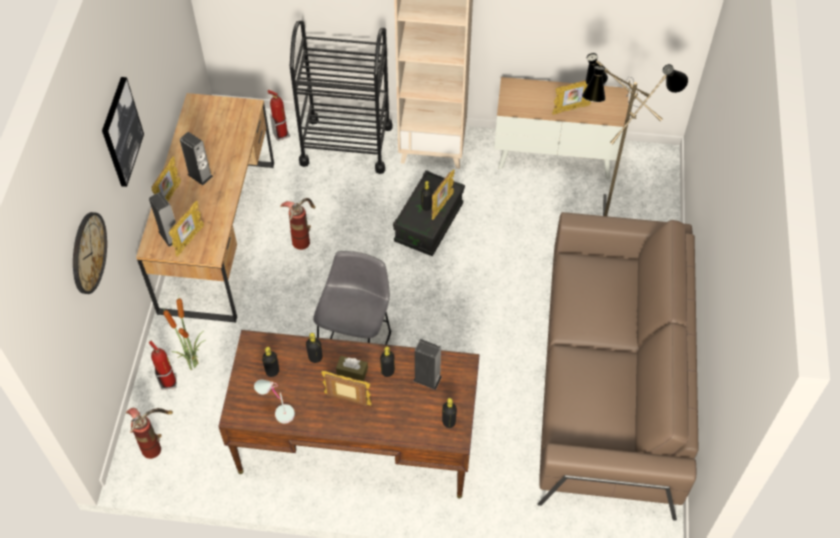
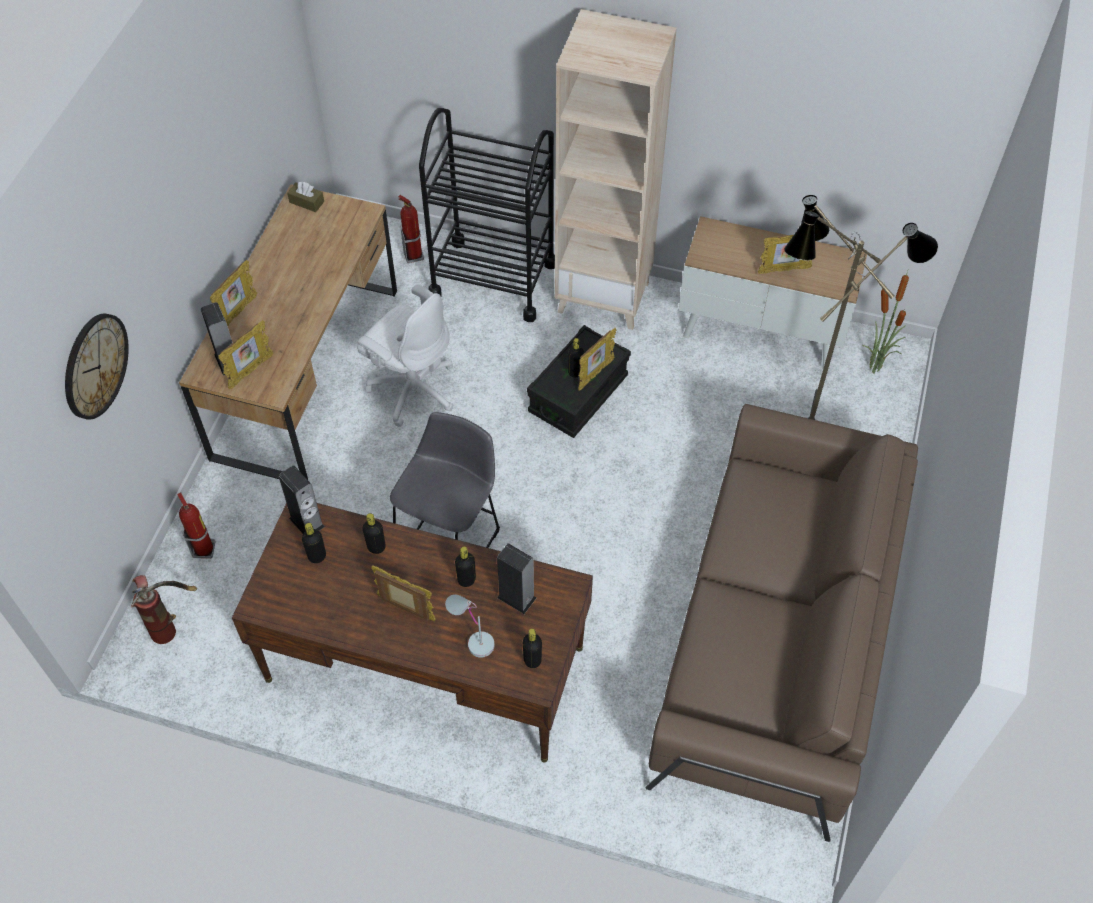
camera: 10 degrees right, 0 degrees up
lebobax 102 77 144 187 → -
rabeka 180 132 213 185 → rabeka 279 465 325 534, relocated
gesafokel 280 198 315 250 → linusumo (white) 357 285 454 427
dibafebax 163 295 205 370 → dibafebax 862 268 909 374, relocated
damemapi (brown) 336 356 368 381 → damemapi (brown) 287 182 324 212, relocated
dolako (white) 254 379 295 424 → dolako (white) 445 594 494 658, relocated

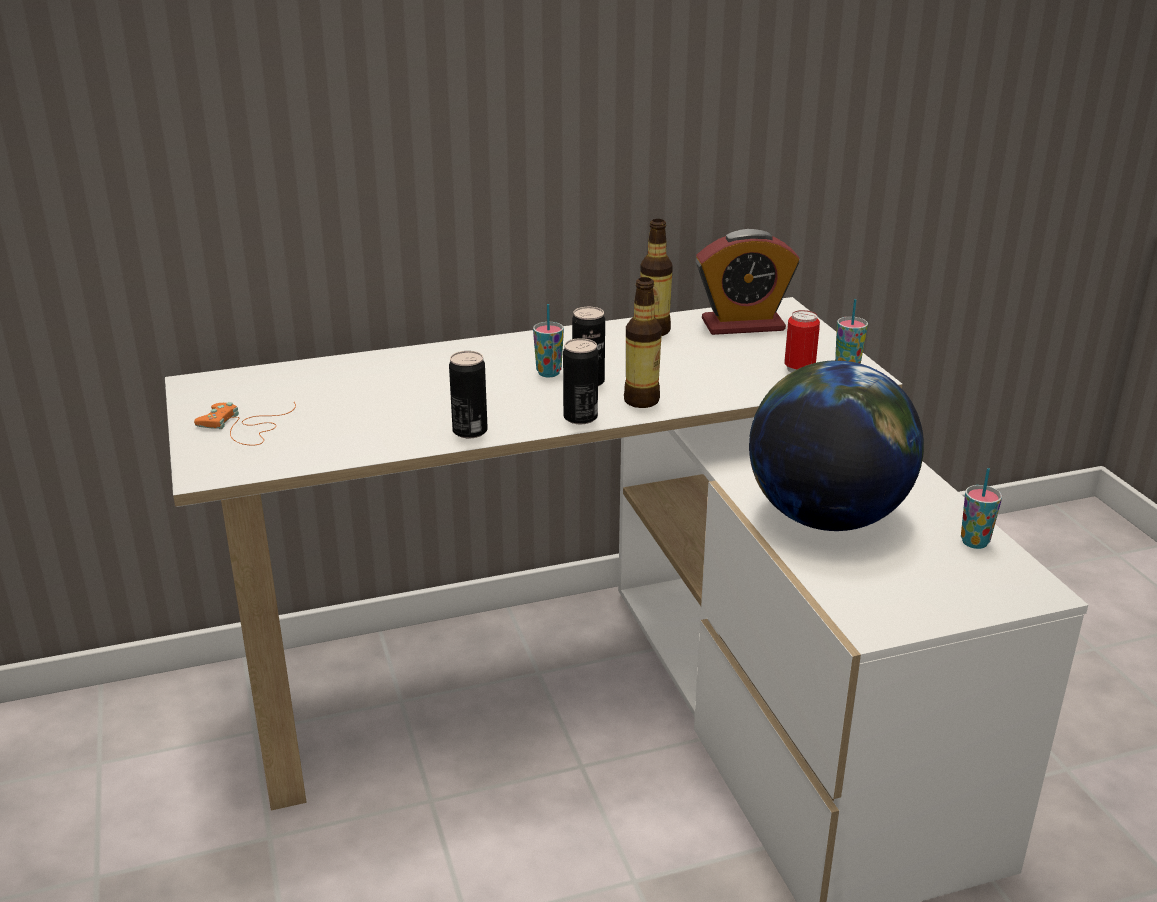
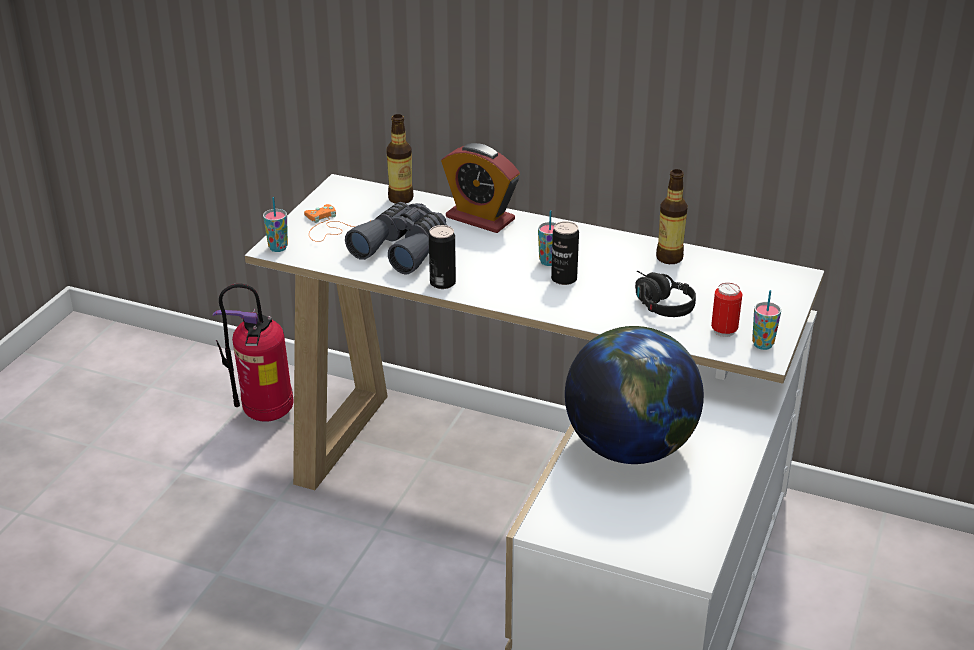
camera: 40 degrees right, 5 degrees up
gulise 696 229 800 335 → gulise 441 143 520 233, relocated
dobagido 624 277 662 408 → dobagido 386 114 414 204, relocated
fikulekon 563 338 598 424 → -
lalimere 961 468 1002 549 → lalimere 263 197 288 252, relocated
- → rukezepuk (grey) 345 202 448 274
- → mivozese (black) 635 271 696 317
- → gesafokel 212 283 294 422

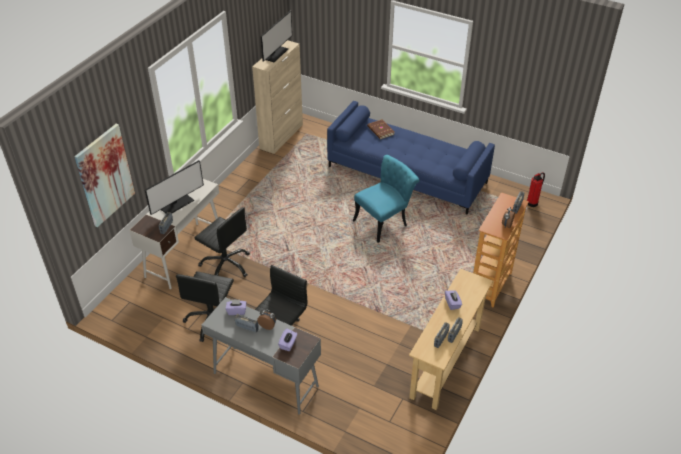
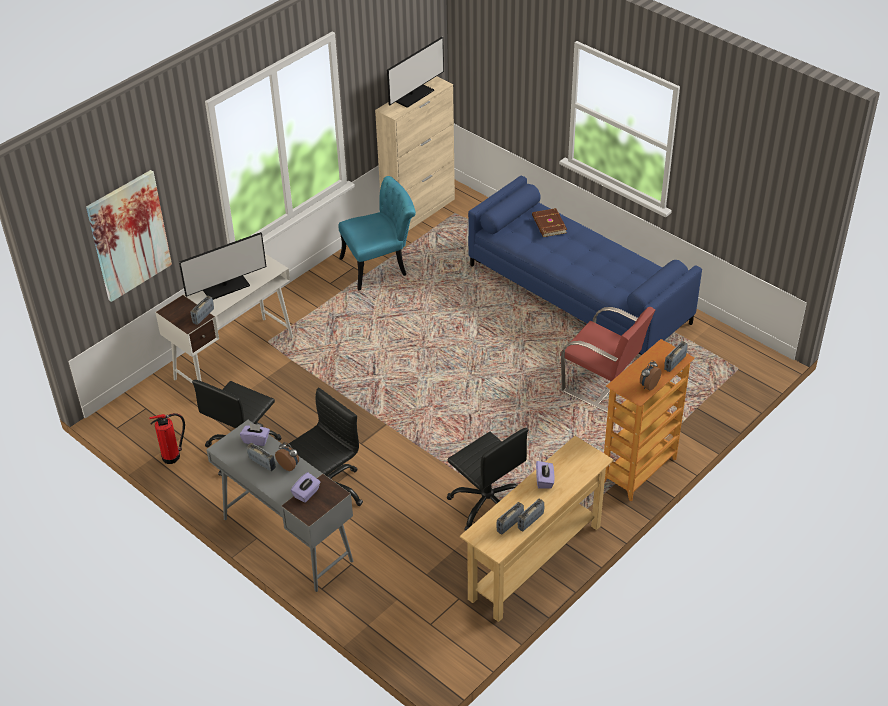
camera: 15 degrees right, 0 degrees up
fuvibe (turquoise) 353 155 420 243 → fuvibe (turquoise) 339 176 416 291, relocated
gesafokel 527 172 545 207 → gesafokel 149 413 185 464, relocated
linusumo (black) 195 207 250 277 → linusumo (black) 447 428 528 531, relocated
- → fuvibe (red) 560 307 655 413

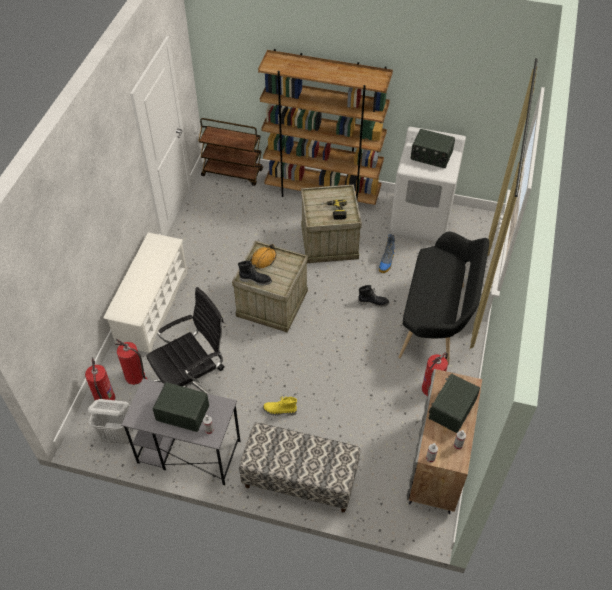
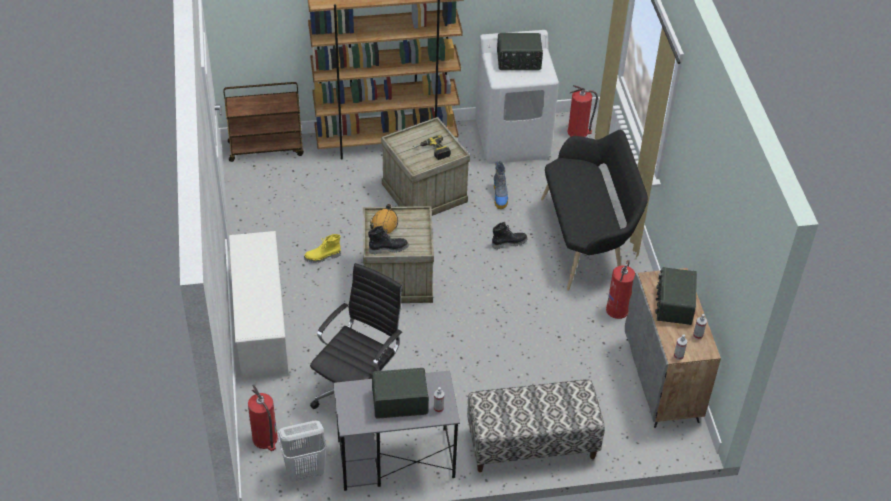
camera: 25 degrees left, 5 degrees down
gesafokel 115 339 147 385 → gesafokel 568 85 598 137, relocated
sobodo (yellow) 263 396 297 416 → sobodo (yellow) 304 234 341 263, relocated

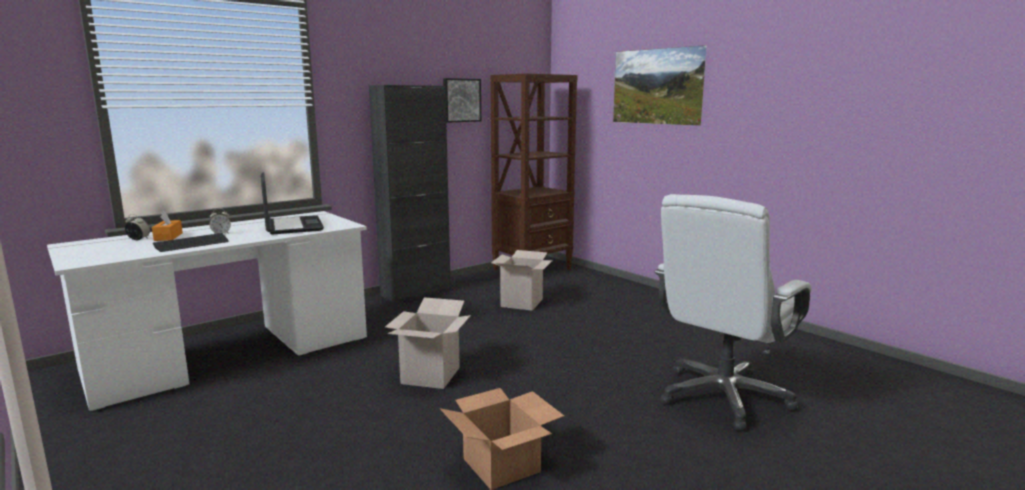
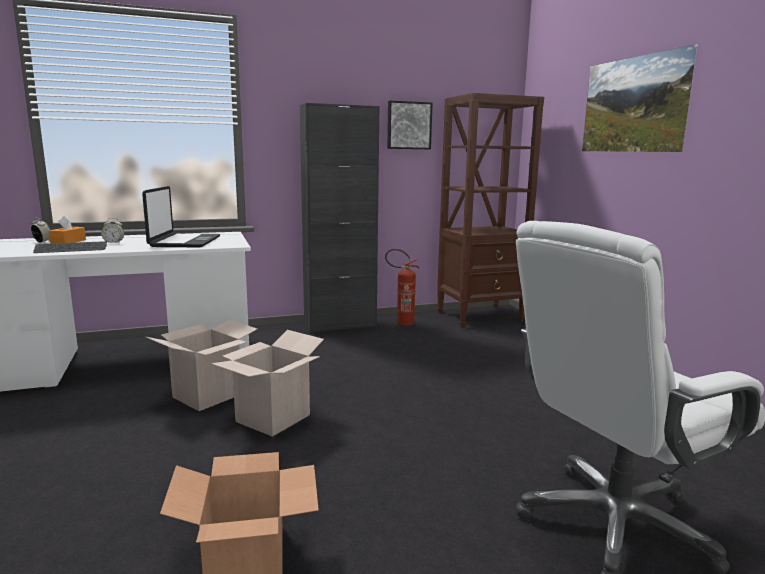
camera: 20 degrees right, 0 degrees up
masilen 491 250 553 311 → masilen 146 320 257 411, relocated
- → gesafokel 385 249 420 326

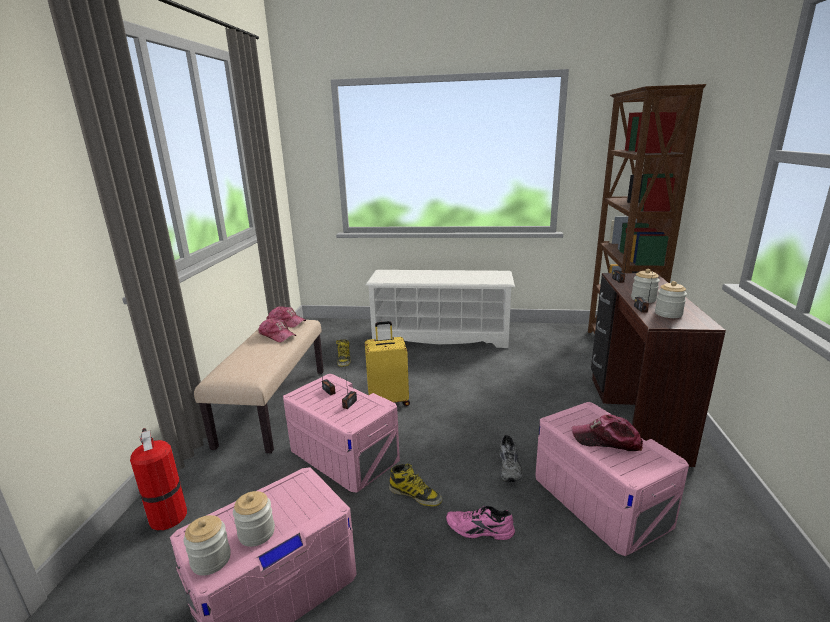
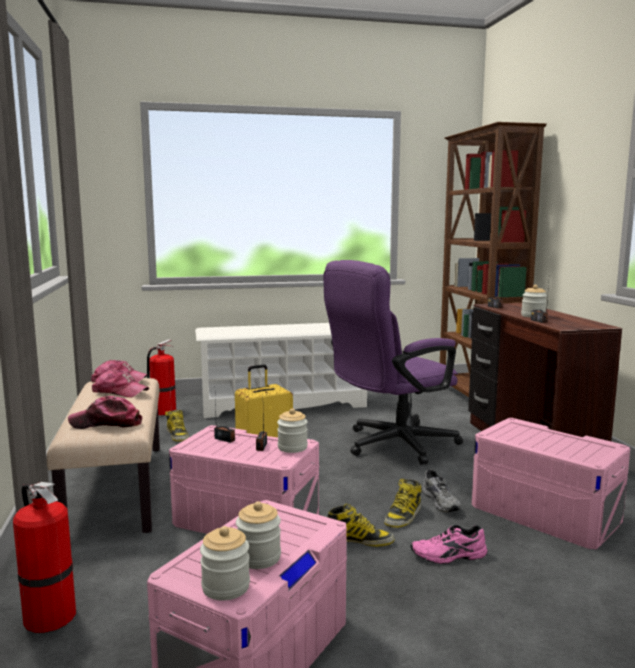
camera: 20 degrees left, 10 degrees down
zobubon 655 281 687 318 → zobubon 277 408 308 453, relocated
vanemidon 572 415 643 451 → vanemidon 68 396 142 429, relocated
- → linusumo (purple) 324 260 463 465
- → gesafokel 147 339 176 415
- → sobodo 384 479 422 528

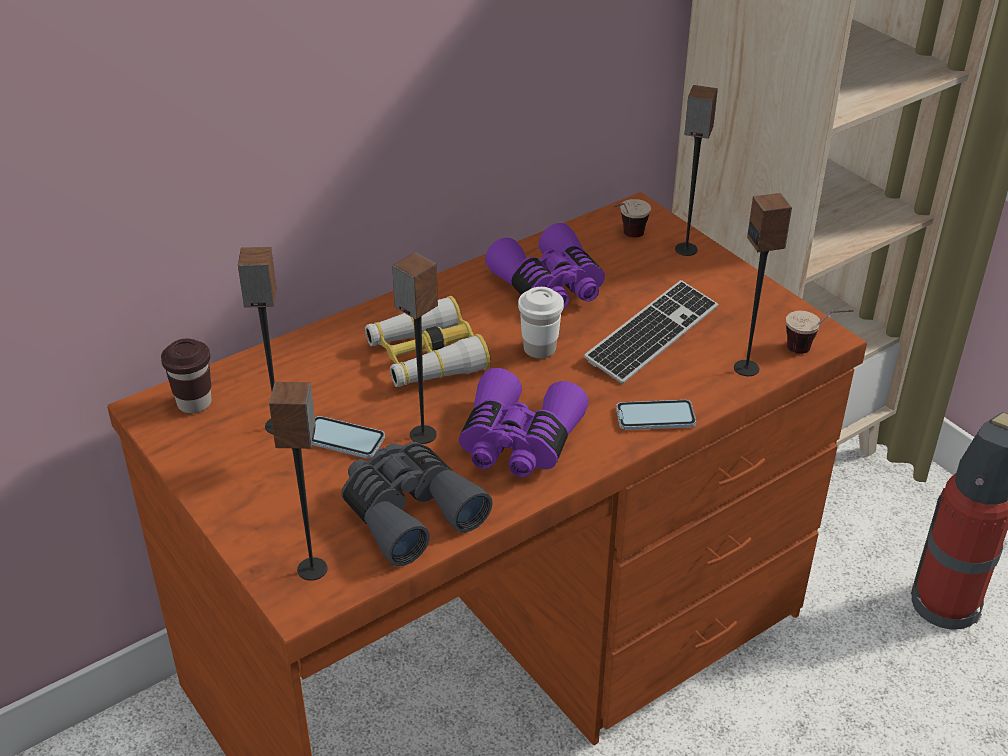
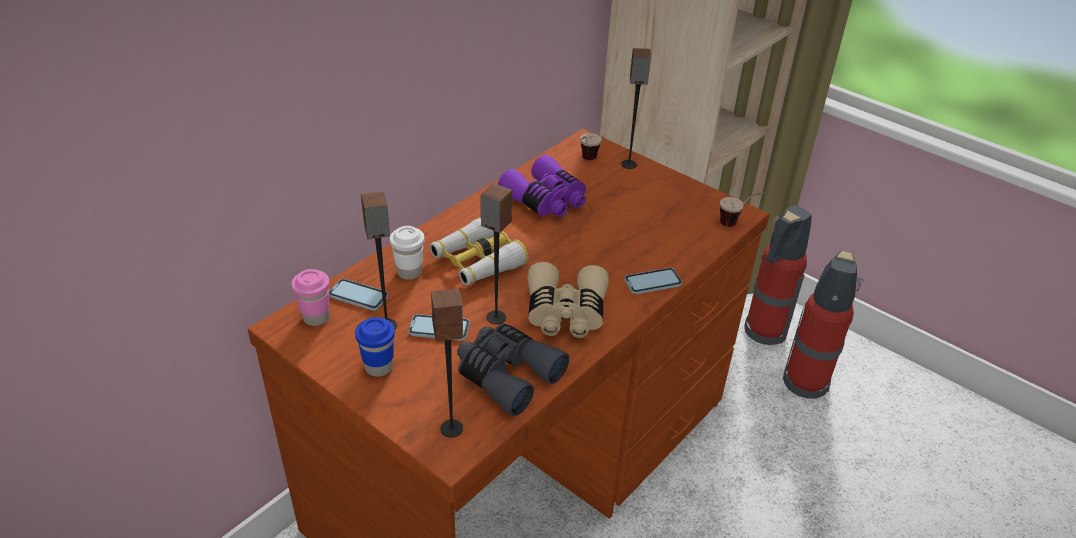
camera: 15 degrees left, 0 degrees up
rabeka 734 193 792 376 → -
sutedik 584 280 718 384 → -
lalimere (white) 518 287 564 359 → lalimere (white) 390 226 425 280, relocated
lalimere (brown) 161 338 212 413 → lalimere (pink) 291 269 330 326
rukezepuk (purple) 459 368 589 477 → rukezepuk (beige) 527 262 609 338
- → gesafokel 744 205 812 345
- → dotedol 329 279 388 311
- → lalimere (blue) 355 317 395 377

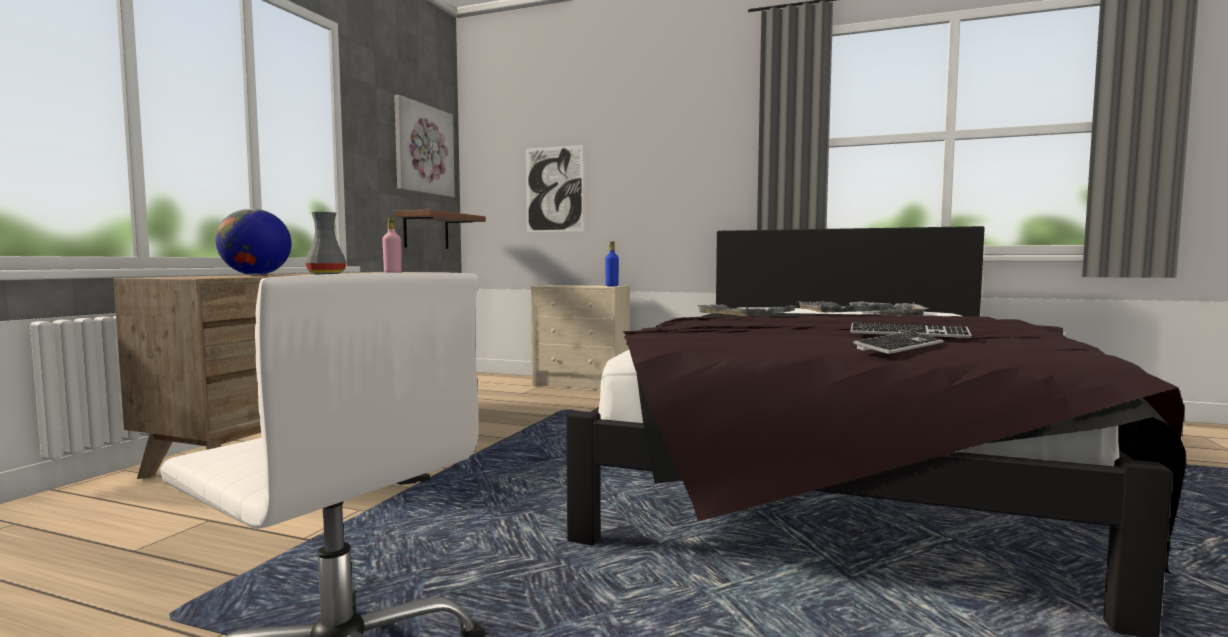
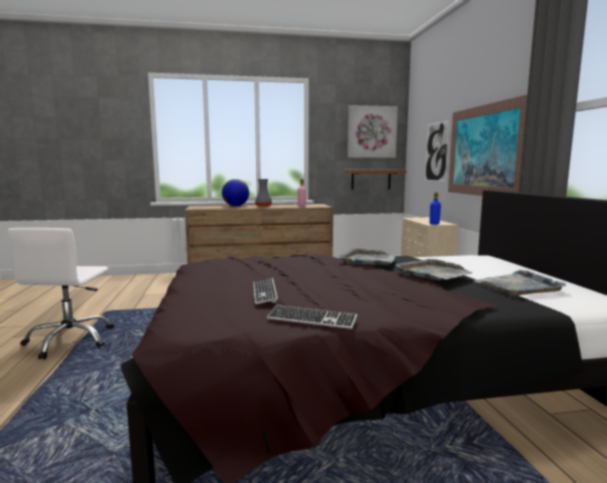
camera: 60 degrees right, 5 degrees up
sutedik 853 332 944 354 → sutedik 267 305 357 329, relocated
- → lebobax 448 94 527 196

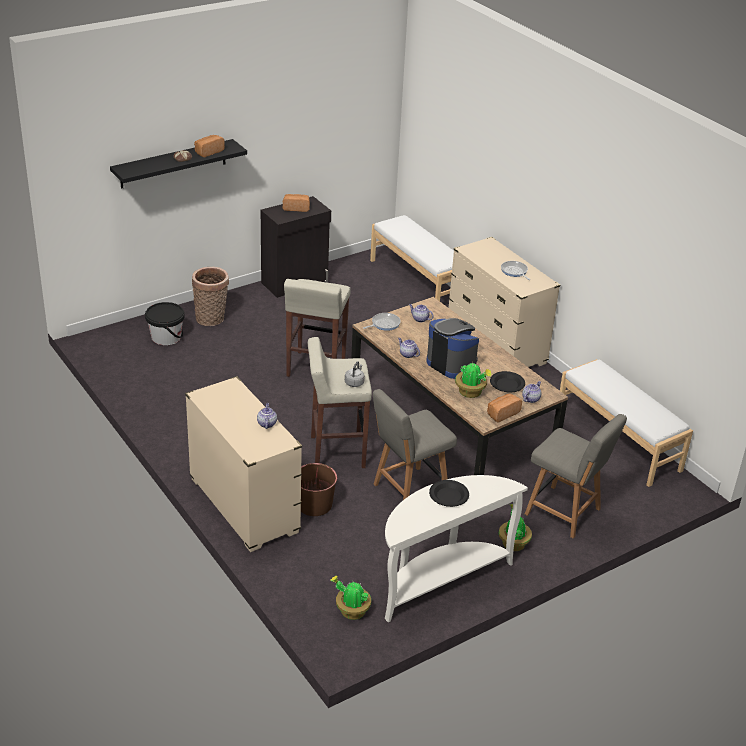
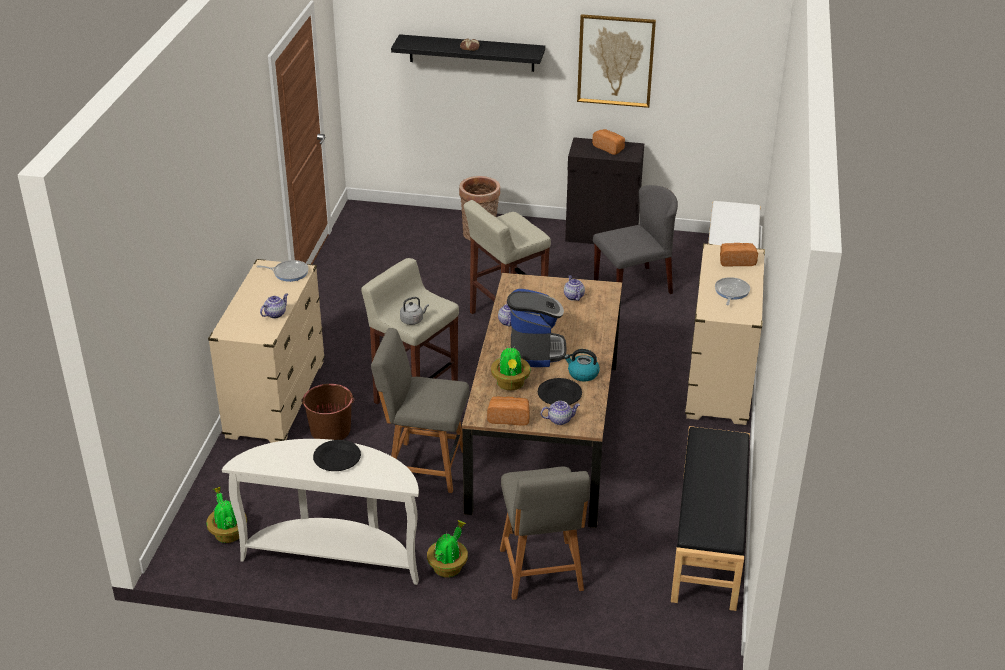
camera: 45 degrees right, 0 degrees up
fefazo 194 135 225 157 → fefazo 720 243 758 267, relocated
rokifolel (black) 145 302 185 345 → -
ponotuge 363 313 401 331 → ponotuge 256 260 309 282, relocated
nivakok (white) 560 359 693 487 → nivakok (black) 671 426 750 611
- → lebobax 577 14 656 108
- → fuvibe (grey) 593 185 678 294
- → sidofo 564 349 600 382

